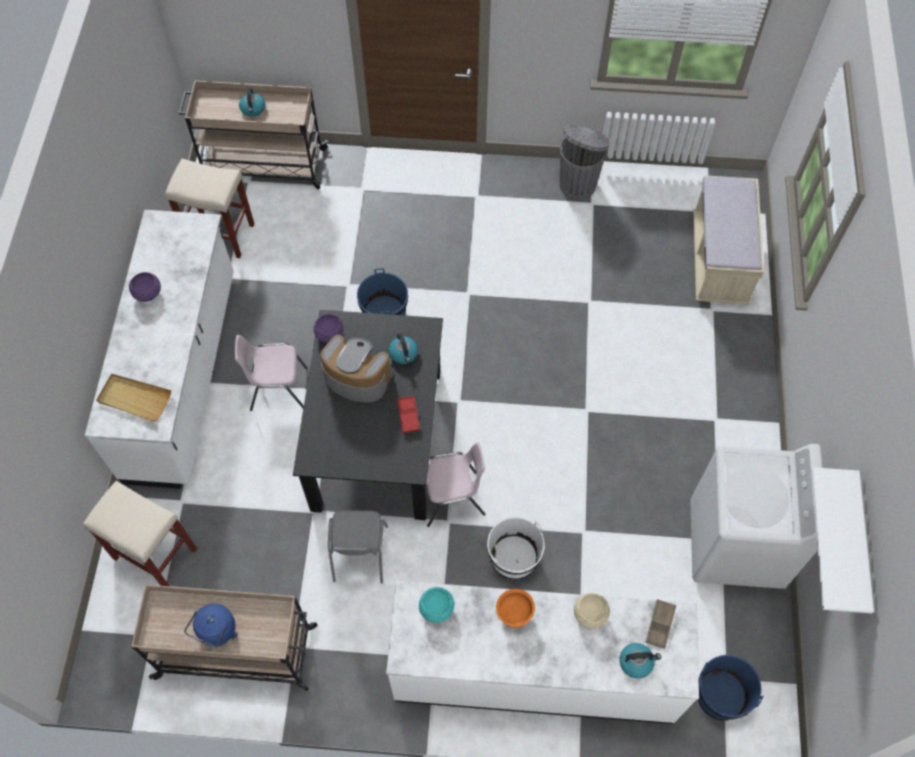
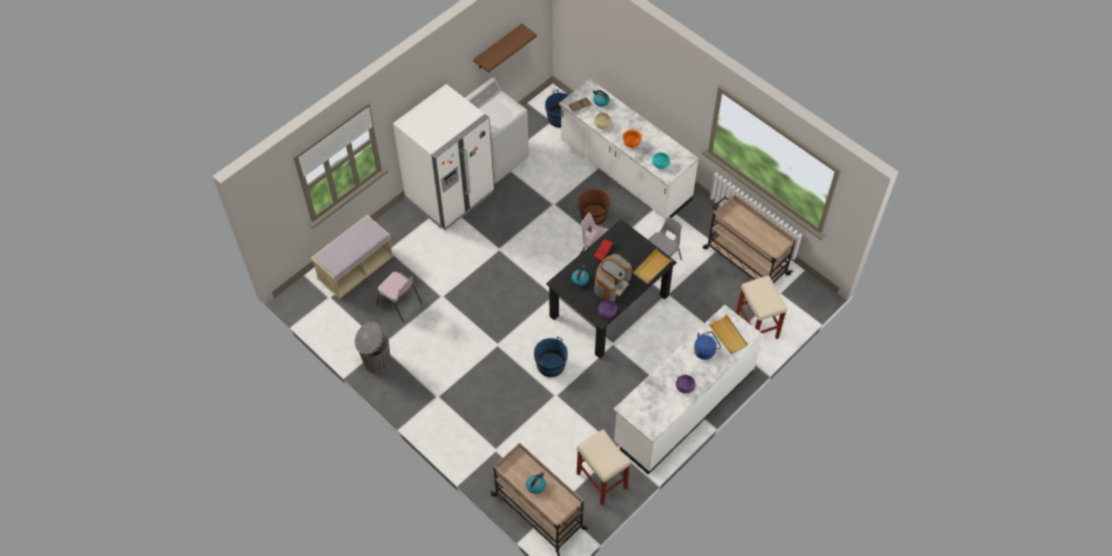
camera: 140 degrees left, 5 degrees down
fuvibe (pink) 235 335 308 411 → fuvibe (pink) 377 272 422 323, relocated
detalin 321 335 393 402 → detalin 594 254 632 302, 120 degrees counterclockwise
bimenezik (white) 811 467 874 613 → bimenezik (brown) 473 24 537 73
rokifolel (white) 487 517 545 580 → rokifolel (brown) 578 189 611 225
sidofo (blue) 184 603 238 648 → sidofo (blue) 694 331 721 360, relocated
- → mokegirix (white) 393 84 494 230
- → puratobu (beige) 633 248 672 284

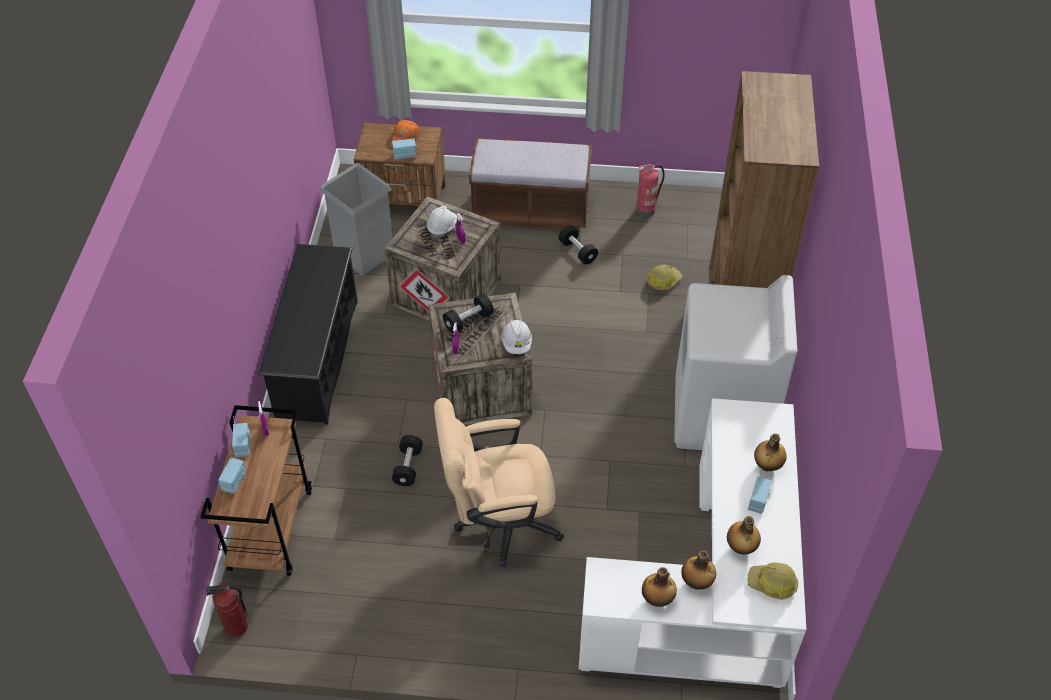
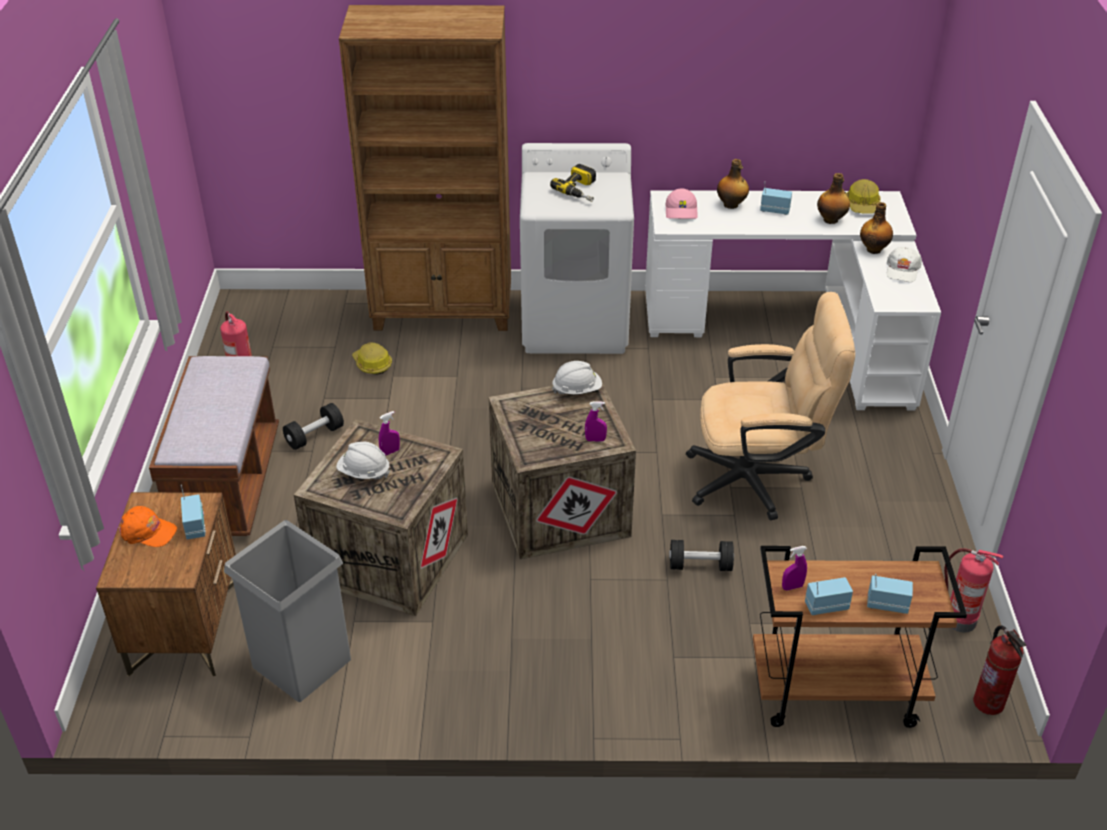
camera: 95 degrees left, 10 degrees down
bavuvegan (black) 258 244 358 425 → -
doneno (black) 443 294 494 334 → -
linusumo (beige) 434 398 564 567 → linusumo (beige) 686 292 855 520, 75 degrees counterclockwise
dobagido 642 567 677 607 → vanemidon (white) 887 247 922 282
- → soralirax 550 164 596 202
- → vanemidon (pink) 666 188 698 219
- → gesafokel 944 548 1003 632

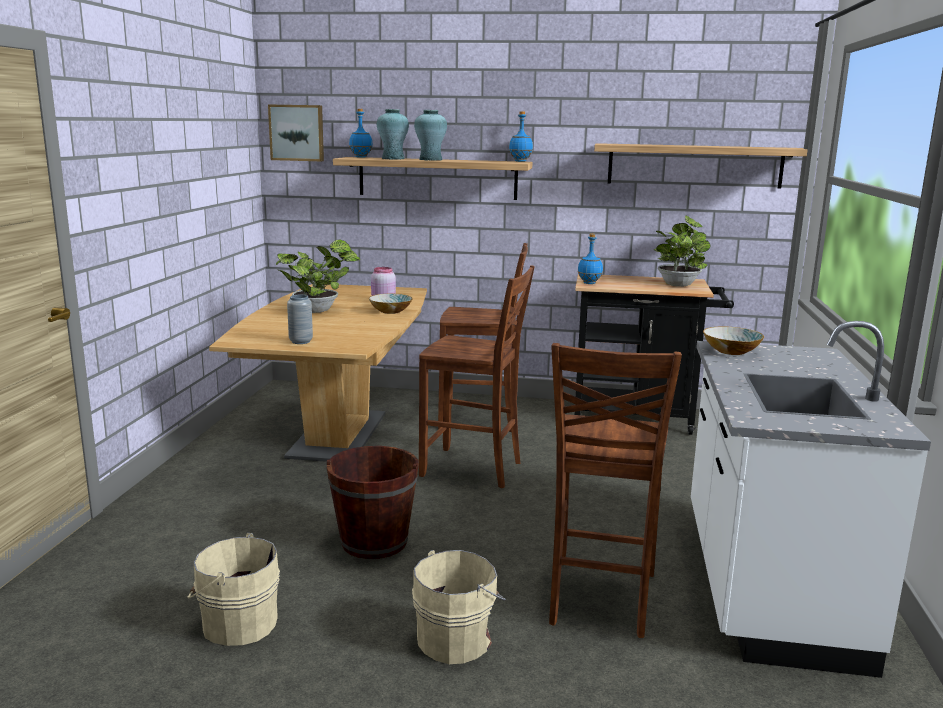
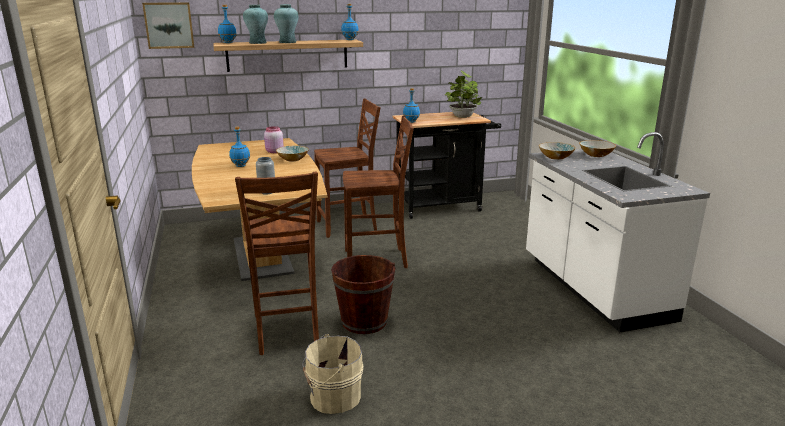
camera: 25 degrees left, 5 degrees up
bimenezik 594 143 808 189 → -
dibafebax 276 239 360 313 → dobagido (blue) 229 126 250 167
fuvibe (brown) 549 343 682 638 → fuvibe (brown) 235 172 319 355, relocated
rokifolel (beige) 412 550 506 664 → -
- → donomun 579 140 616 157

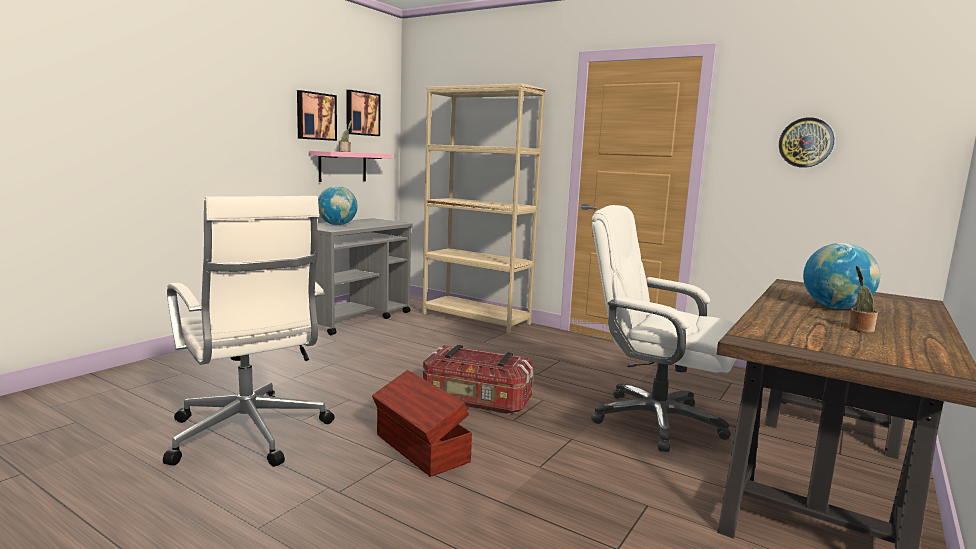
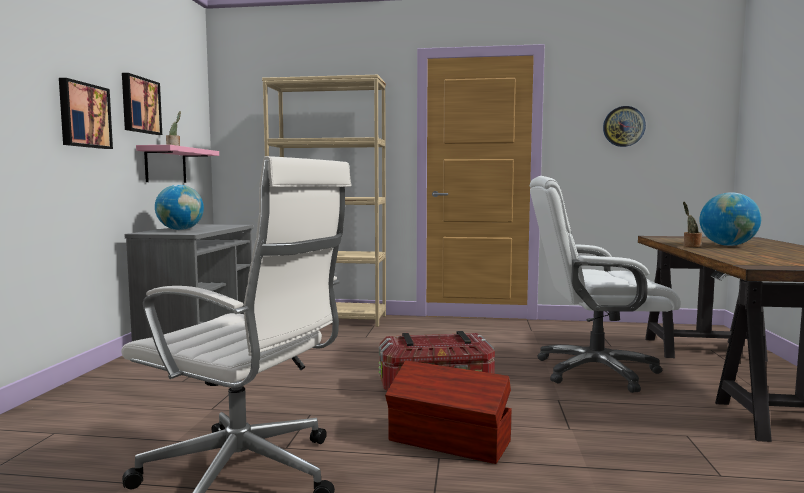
camera: 25 degrees left, 5 degrees down
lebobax 346 90 381 136 → lebobax 59 78 113 149, relocated
dibafebax 849 266 878 333 → dibafebax 683 202 702 247, relocated

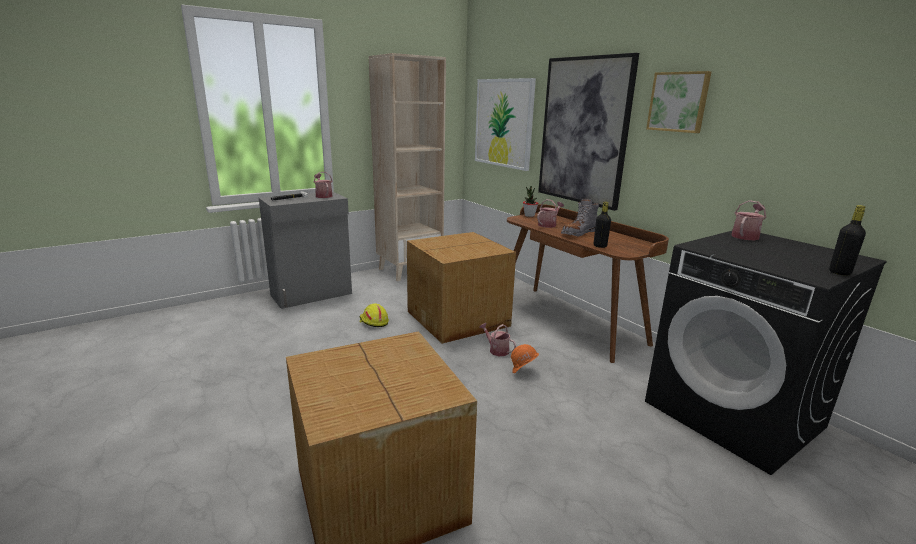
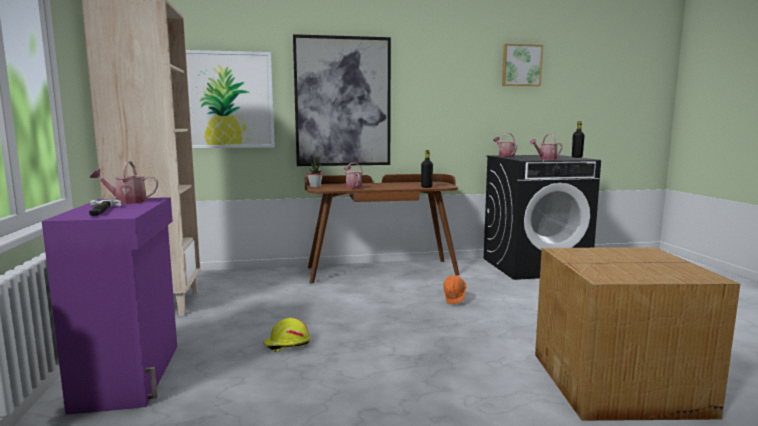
camera: 65 degrees left, 10 degrees down
lebobax 646 71 712 133 → lebobax 502 44 543 86, relocated
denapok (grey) 259 191 352 309 → denapok (purple) 42 197 177 415
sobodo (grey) 561 199 599 237 → -
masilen 407 232 516 344 → -
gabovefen 479 323 516 356 → gabovefen 529 134 563 160, relocated

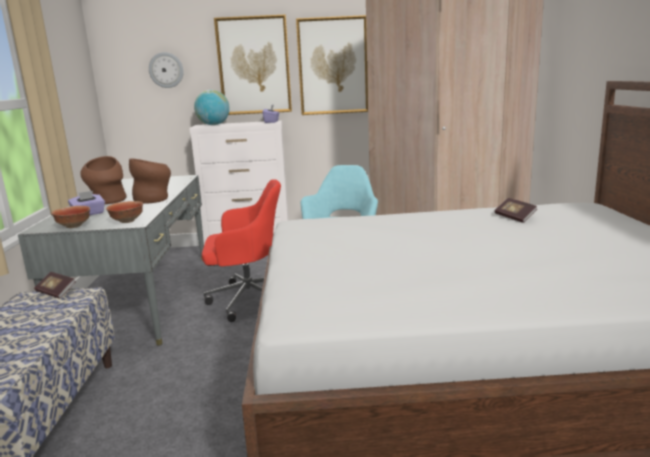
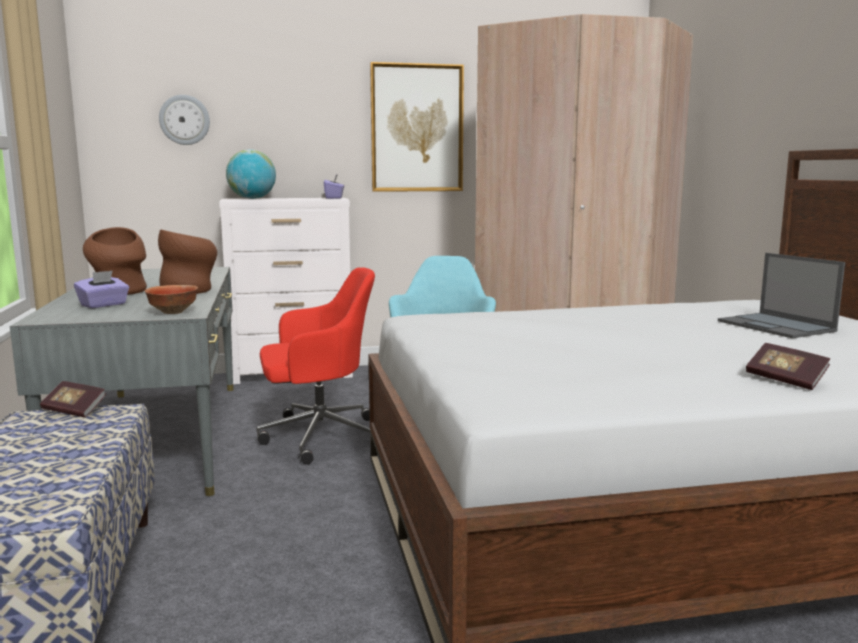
camera: 10 degrees left, 5 degrees down
lebobax 214 14 292 115 → -
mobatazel 495 198 537 223 → mobatazel 746 343 830 390, relocated
donomun 51 206 90 228 → -
- → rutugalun 718 253 845 338

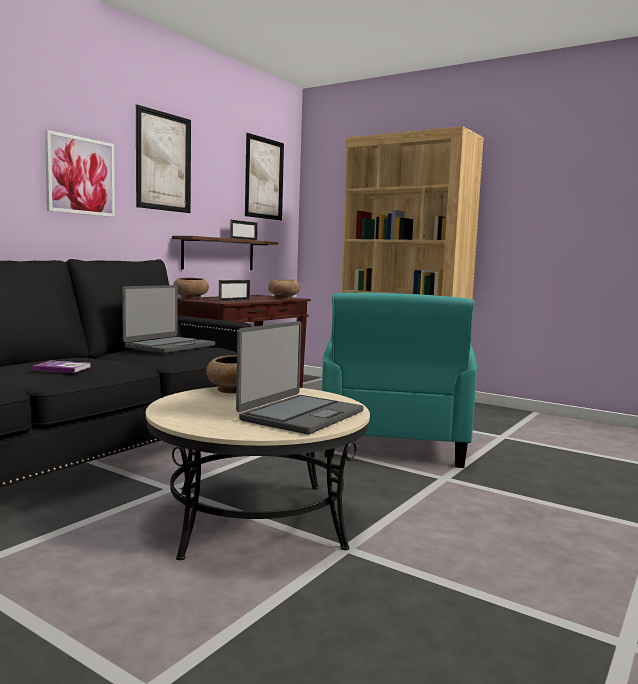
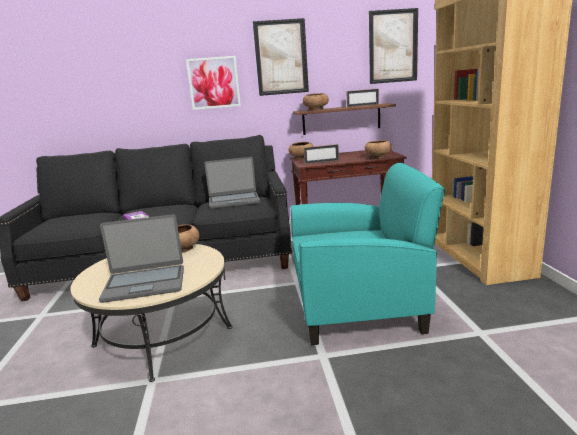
camera: 50 degrees right, 10 degrees up
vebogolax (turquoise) 322 293 477 468 → vebogolax (turquoise) 291 163 445 345, 150 degrees counterclockwise
- → donomun (brown) 303 93 329 110

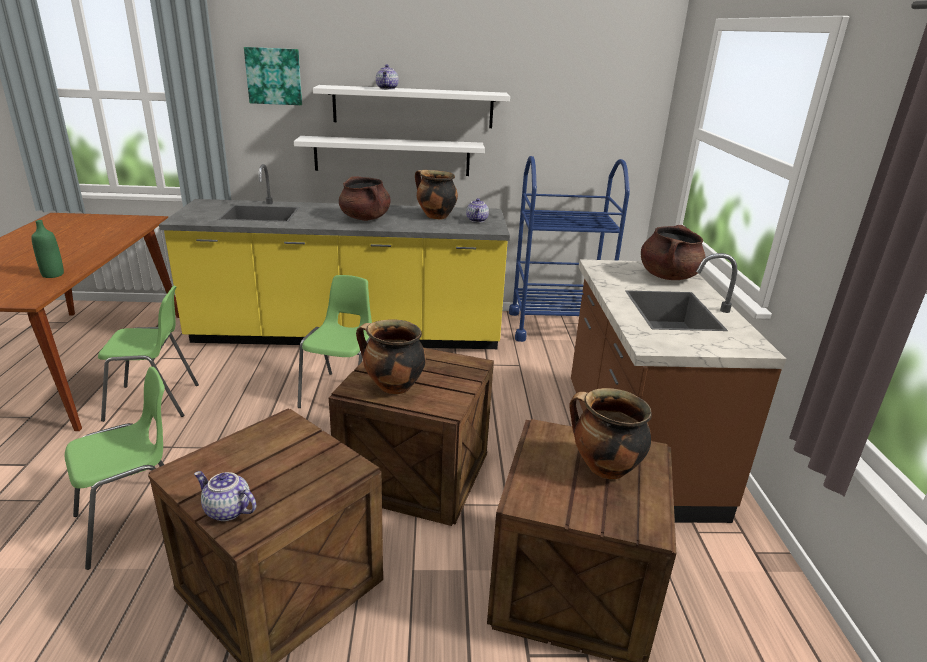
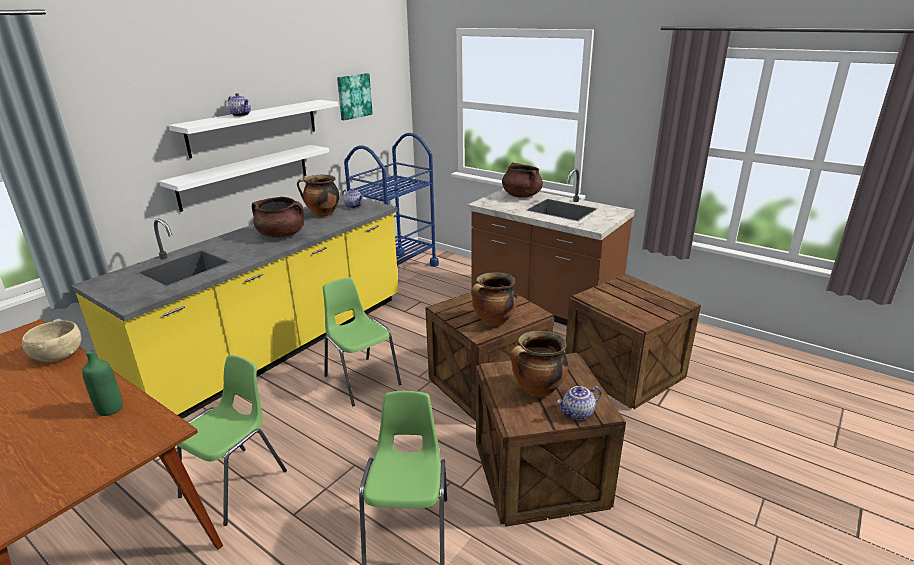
camera: 50 degrees left, 0 degrees up
lebobax 244 47 302 105 → lebobax 337 73 373 120, relocated
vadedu 570 388 652 479 → vadedu 510 331 568 397, relocated
- → donomun (beige) 22 321 81 362

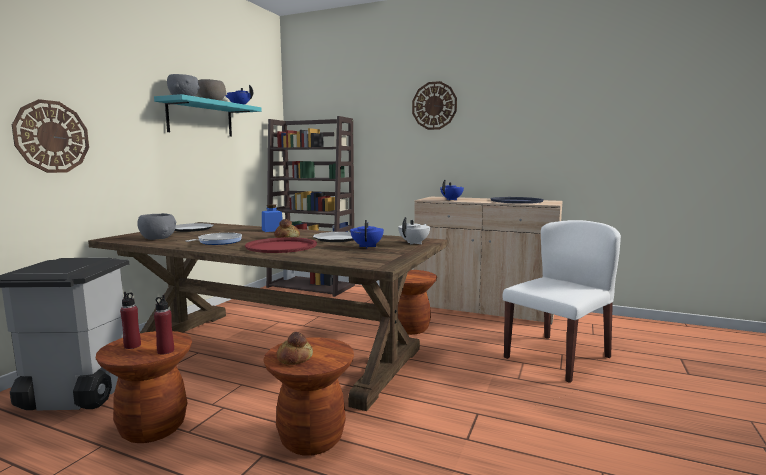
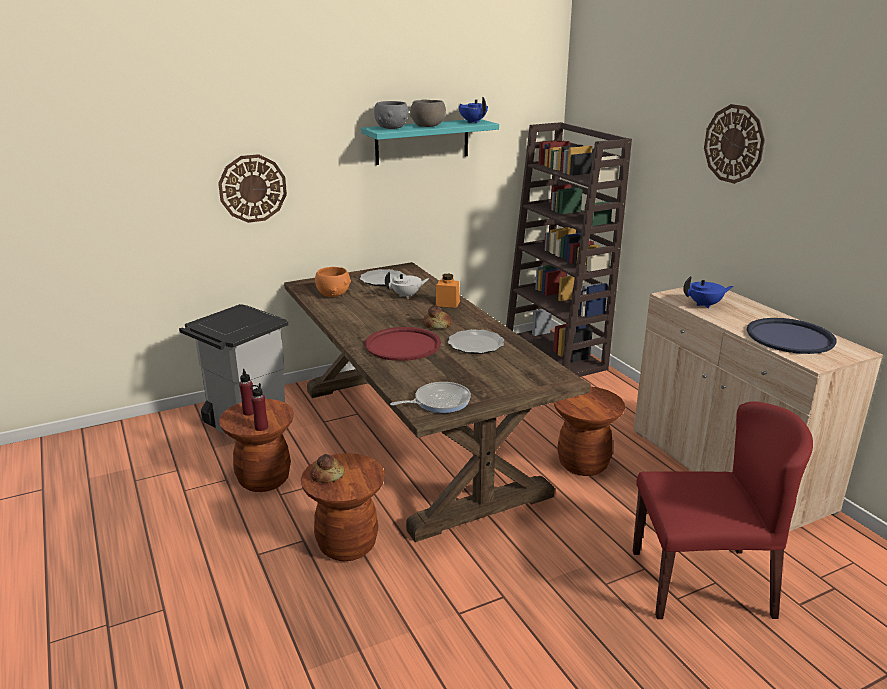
camera: 40 degrees right, 15 degrees up
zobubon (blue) 262 204 283 232 → zobubon (orange) 436 274 460 308
donomun (grey) 137 213 176 240 → donomun (orange) 315 267 351 297
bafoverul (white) 398 217 430 245 → bafoverul (white) 385 271 430 299, relocated
bafoverul (blue) 350 220 384 248 → -
fuvibe (white) 503 220 621 383 → fuvibe (red) 633 401 813 619
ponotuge 186 233 242 245 → ponotuge 390 382 471 413, relocated

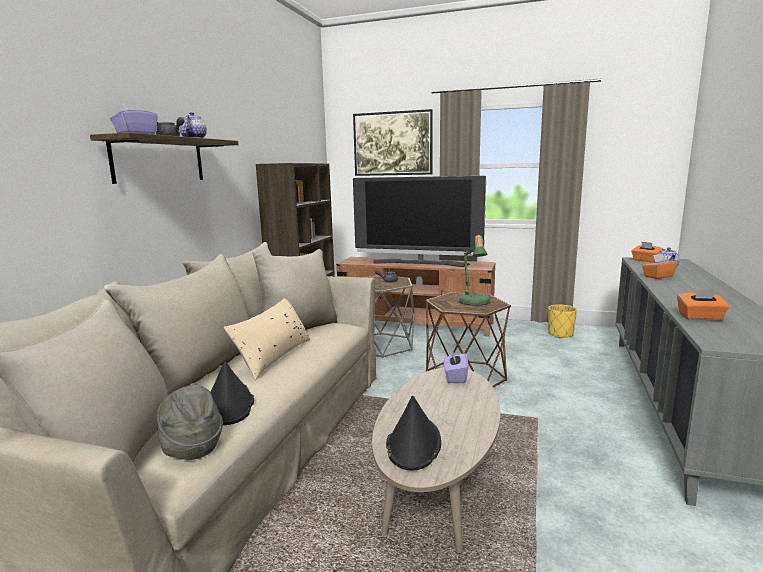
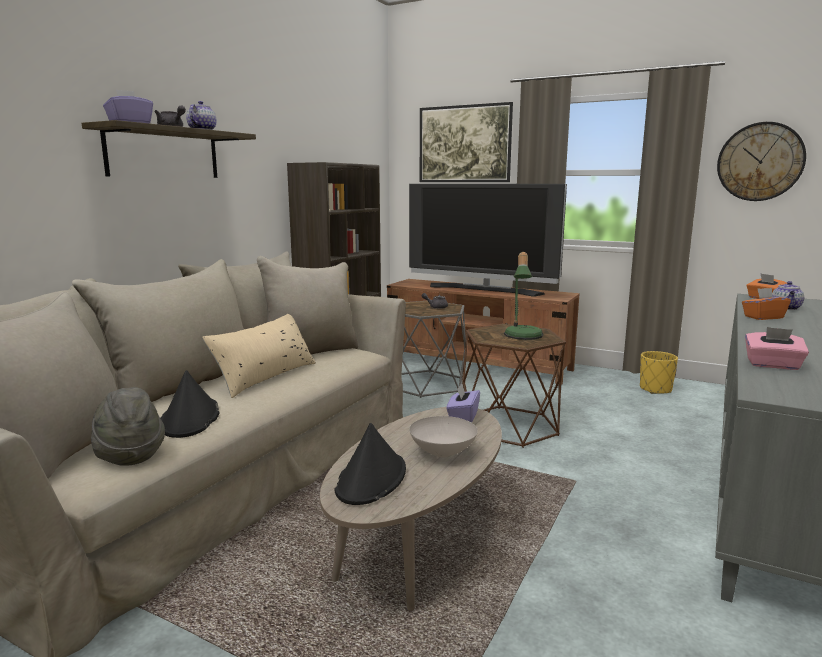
camera: 10 degrees right, 0 degrees up
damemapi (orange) 677 289 730 321 → damemapi (pink) 745 327 809 370
- → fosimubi 717 122 806 201
- → donomun (white) 409 416 478 457

